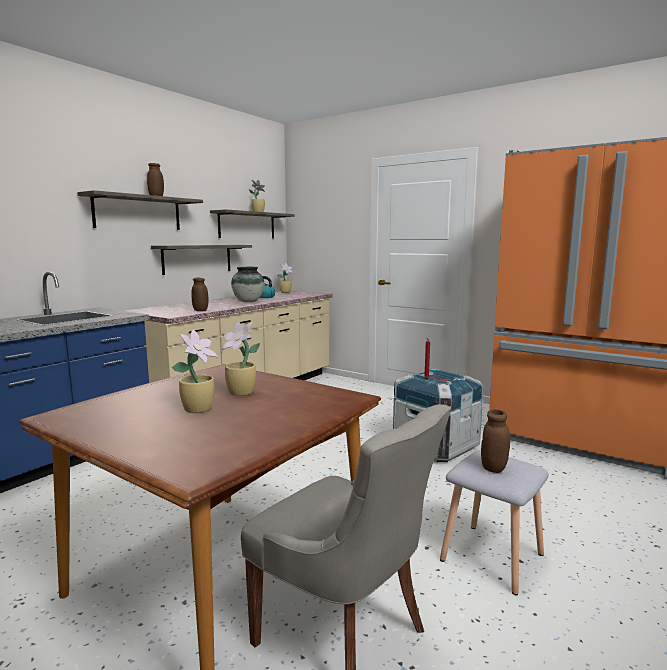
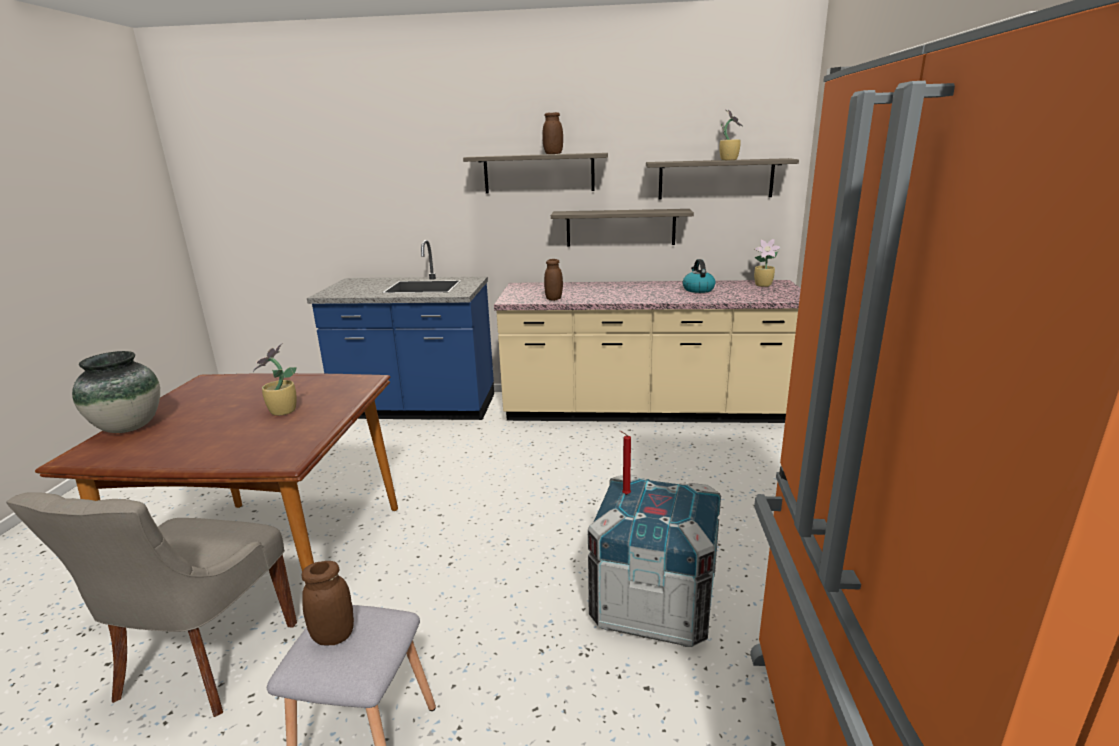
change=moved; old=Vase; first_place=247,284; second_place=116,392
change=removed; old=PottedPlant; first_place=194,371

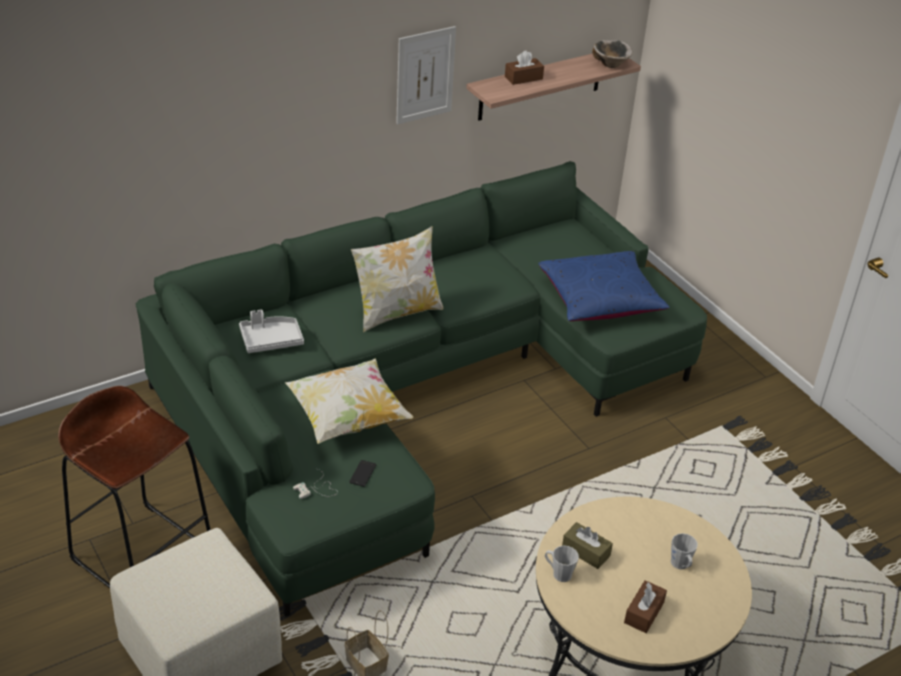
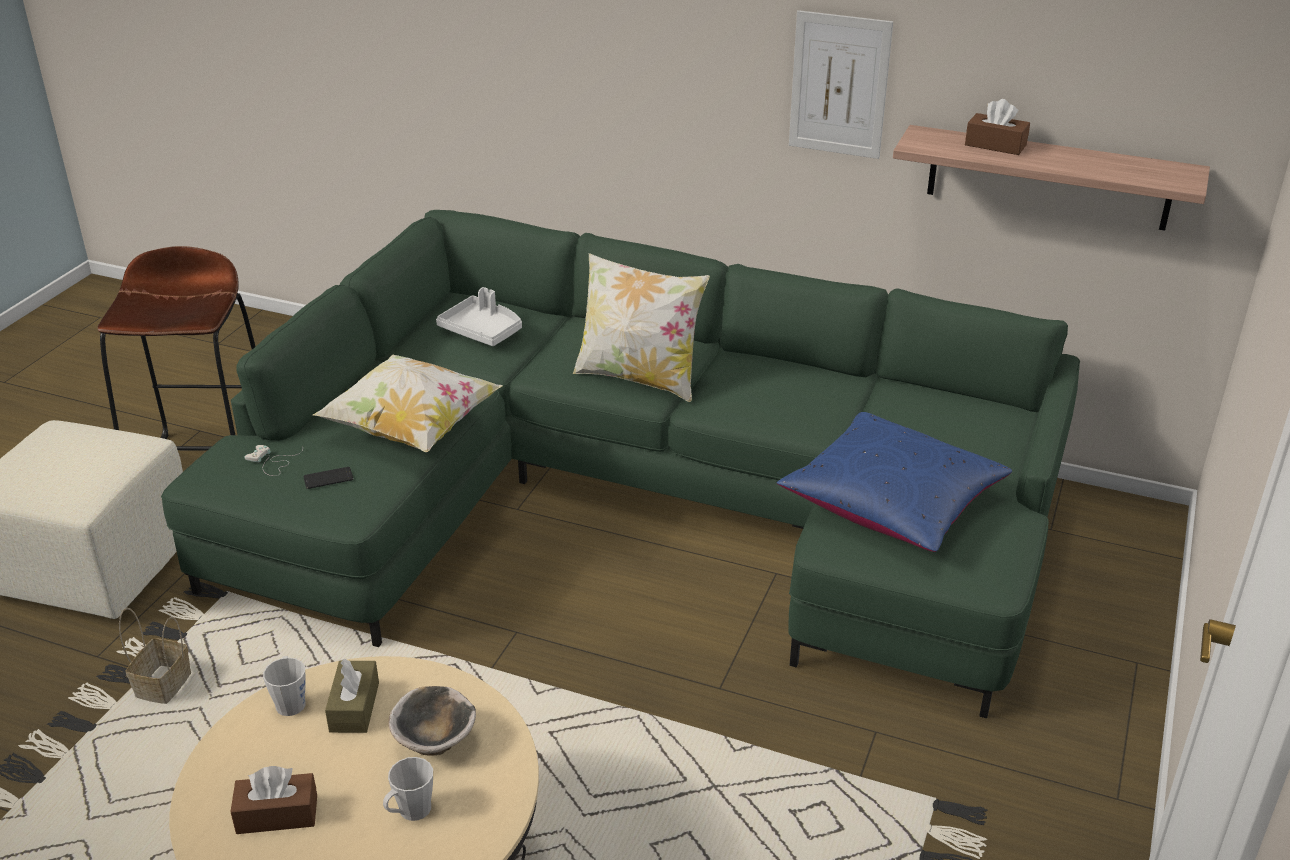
change=moved; old=DeepDish; first_place=612,54; second_place=432,721

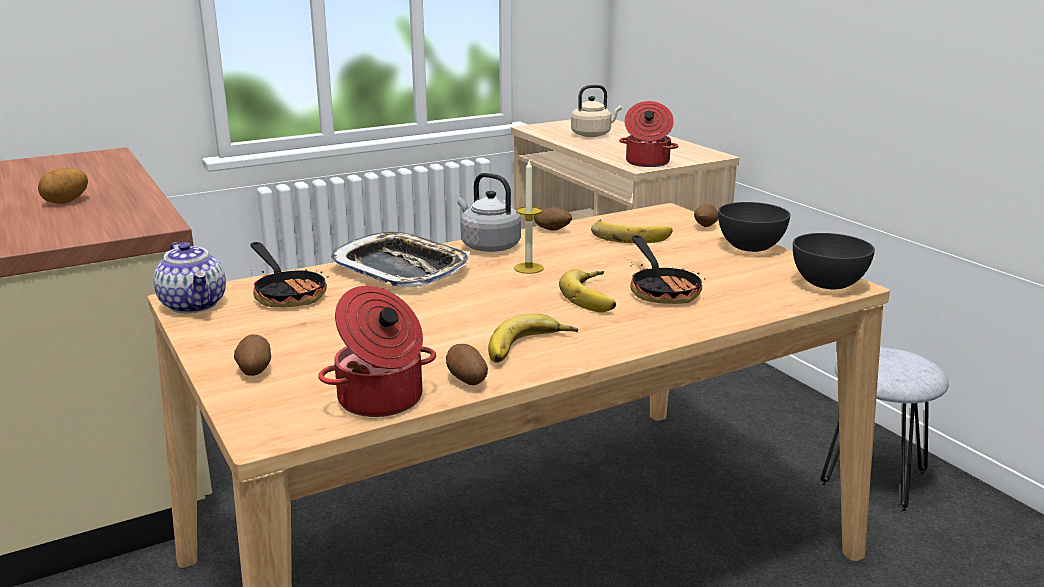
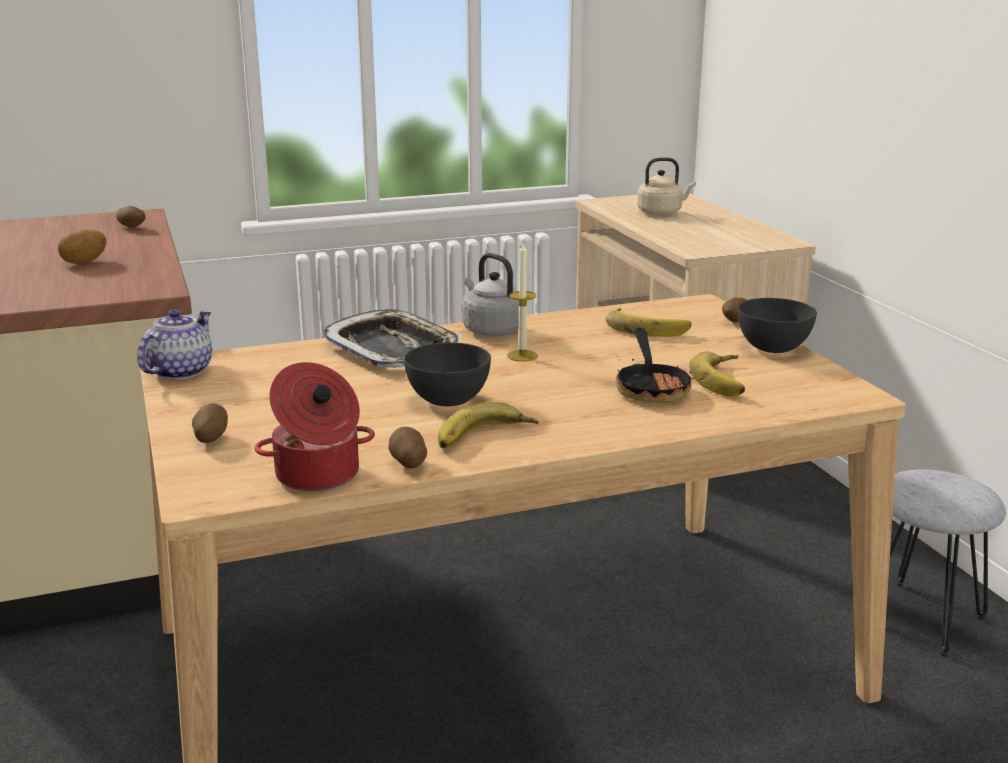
change=removed; old=Saucepot; first_place=649,134
change=moved; old=Spud; first_place=553,219; second_place=131,217
change=moved; old=GrayDeepDish; first_place=834,261; second_place=447,374
change=turned; old=Teapot; first_place=189,277; second_place=174,344; degrees=-135
change=removed; old=Pan; first_place=290,274
change=moved; old=Banana; first_place=587,291; second_place=717,374

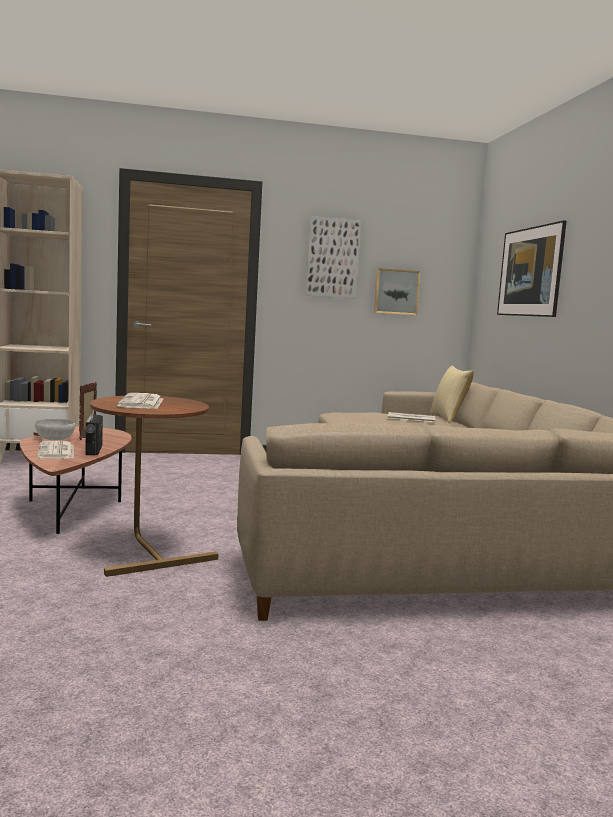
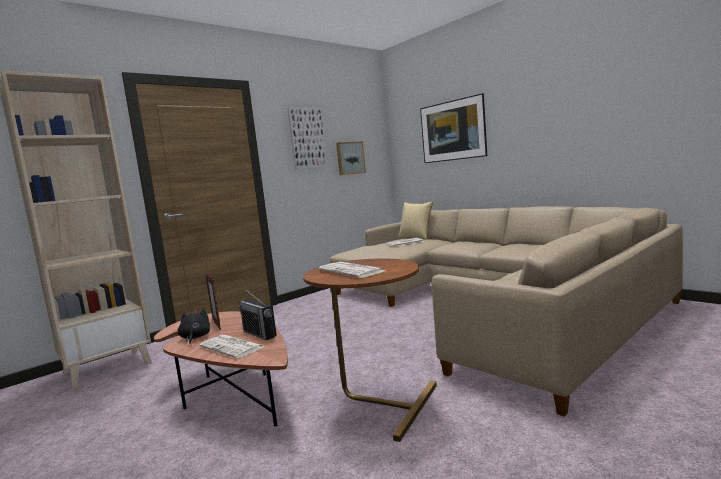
change=replaced; old=WhiteDeepDish; new=BlackSoftToy; first_place=55,429; second_place=193,326

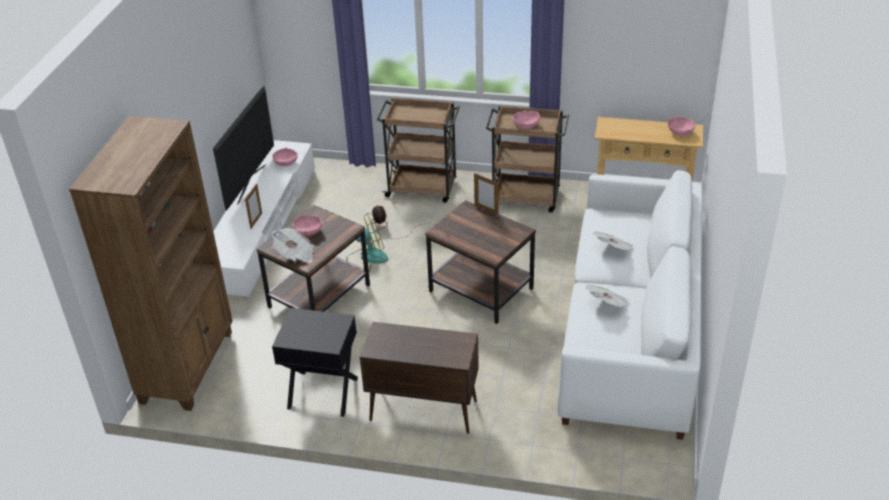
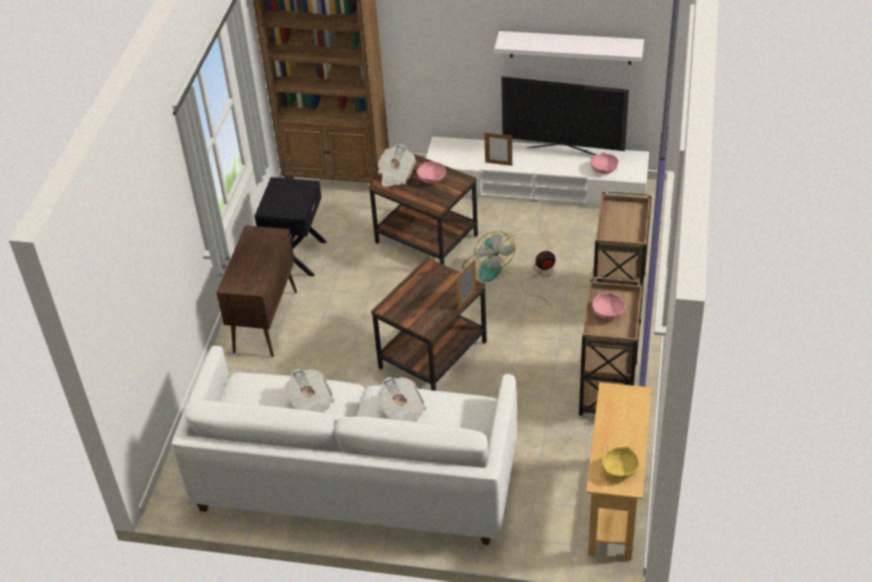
change=recoloured; old=PinkDeepDish; new=YellowColouredDeepDish; first_place=681,126; second_place=621,463
change=added; new=WhiteWallShelf; second_place=569,48

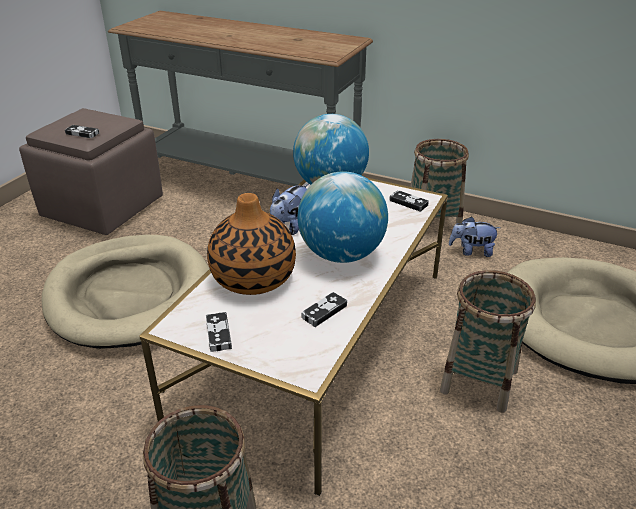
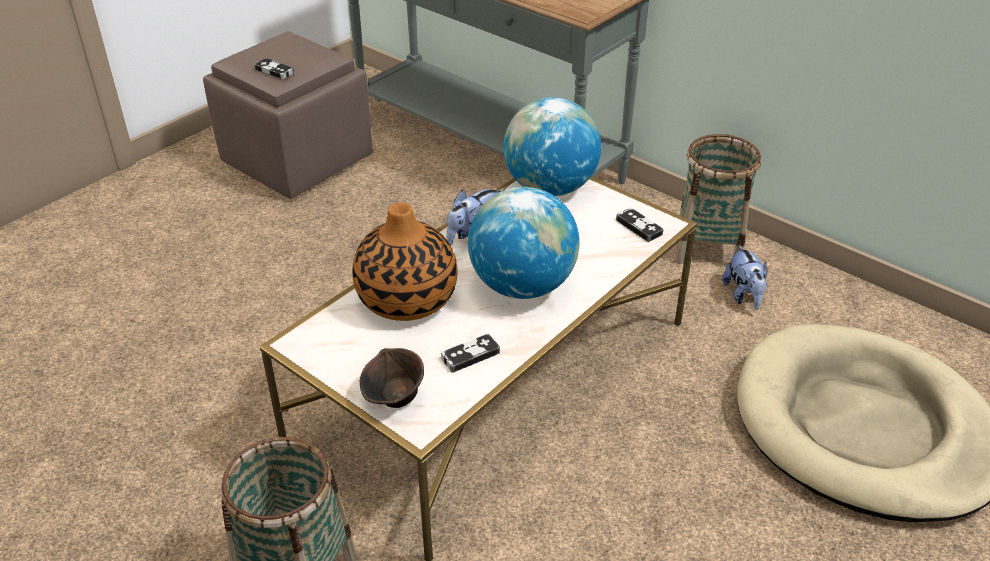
change=turned; old=SoftToy; first_place=474,236; second_place=744,277; degrees=-120
change=removed; old=BeigeColouredDogCushion; first_place=125,292
change=removed; old=HouseholdBasket; first_place=488,341
change=removed; old=GameController; first_place=219,332
change=added; new=BrownishDeepDish; second_place=392,378

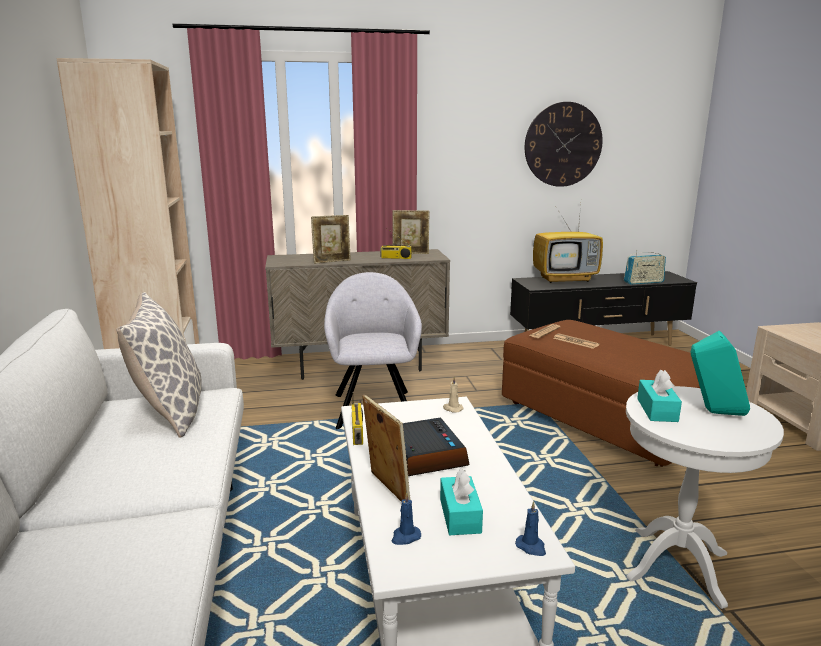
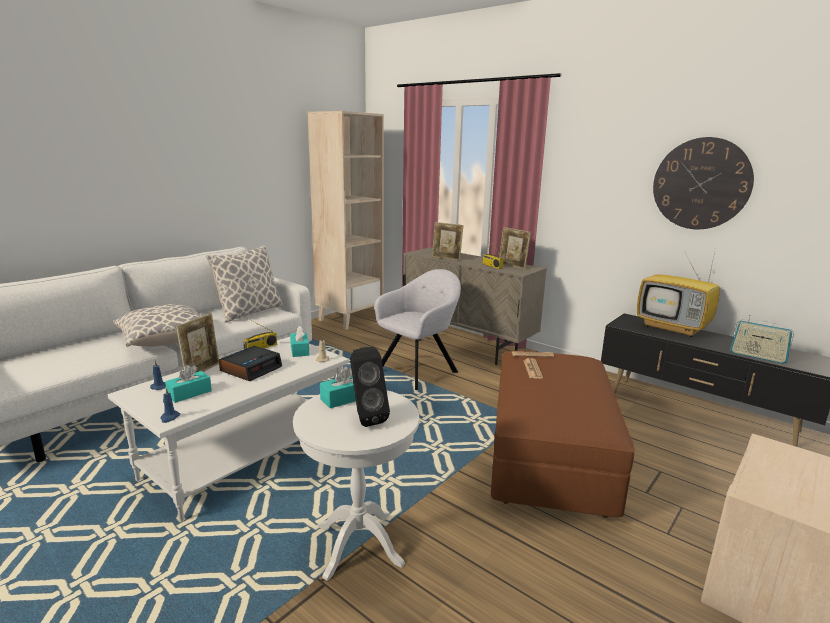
change=recoloured; old=BlueGreenAudioSpeaker; new=BlackAudioSpeaker; first_place=720,373; second_place=370,387
change=added; new=Cushion; second_place=157,325
change=added; new=BlueGreenTissueHolder; second_place=299,341

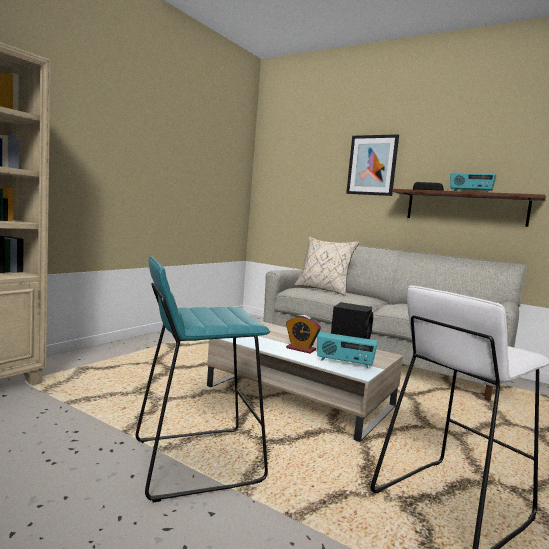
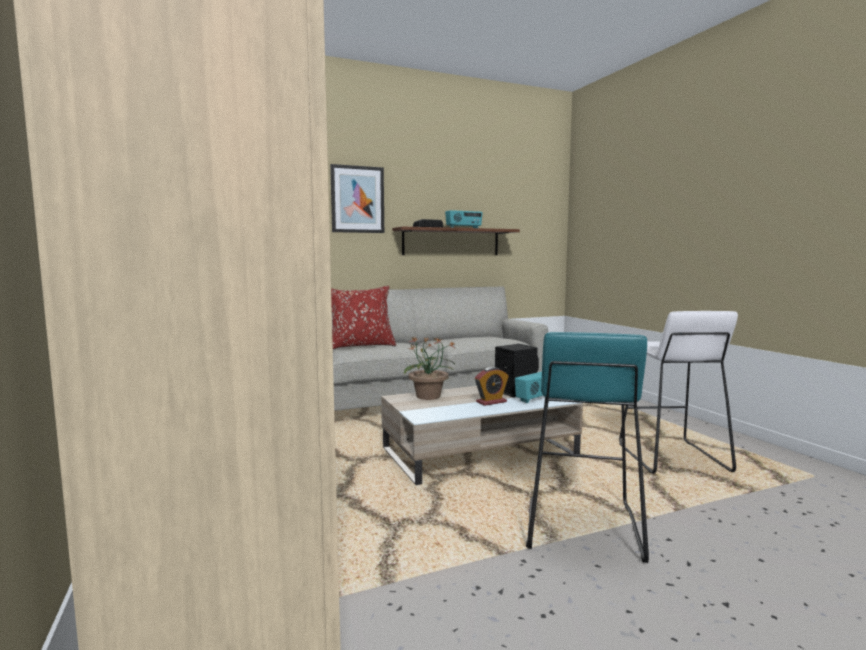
change=recoloured; old=BeigeColouredCushion; new=RedColouredCushion; first_place=326,266; second_place=363,317
change=added; new=PottedPlant; second_place=430,368

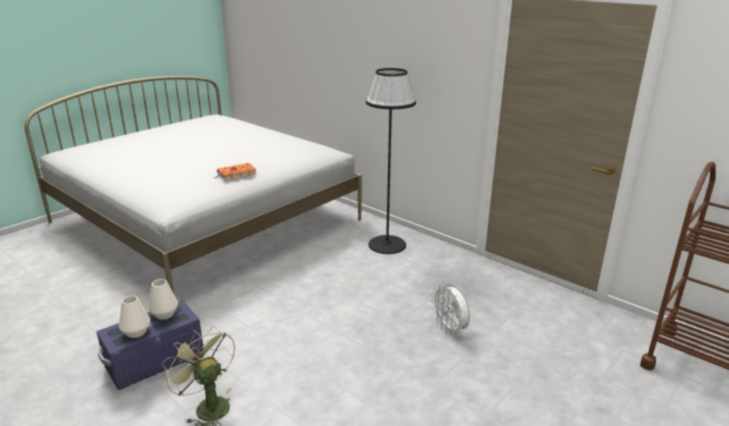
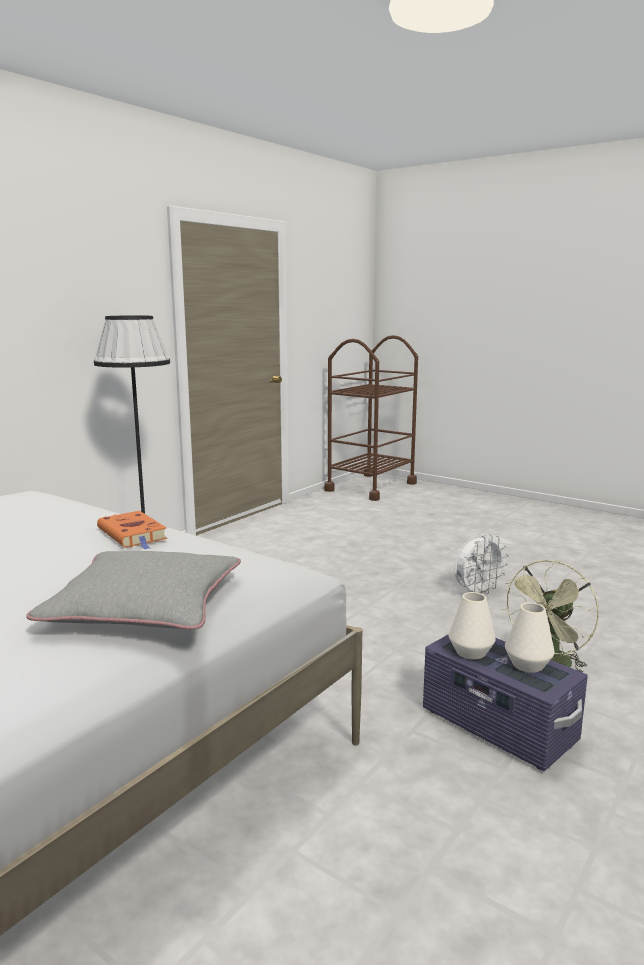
change=moved; old=WhiteFan; first_place=450,309; second_place=481,564
change=added; new=GrayCushion; second_place=133,590

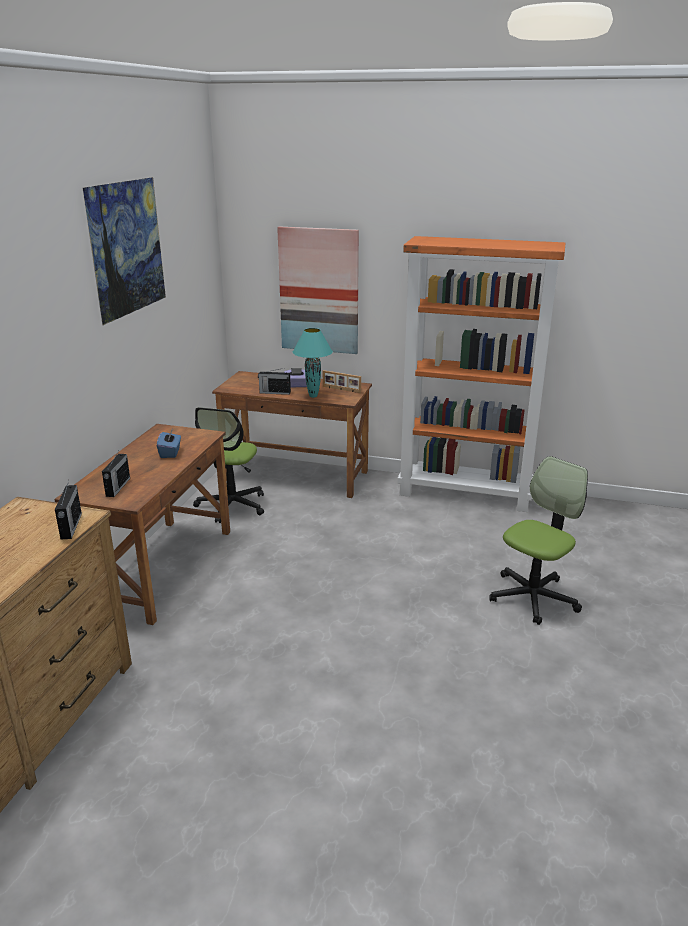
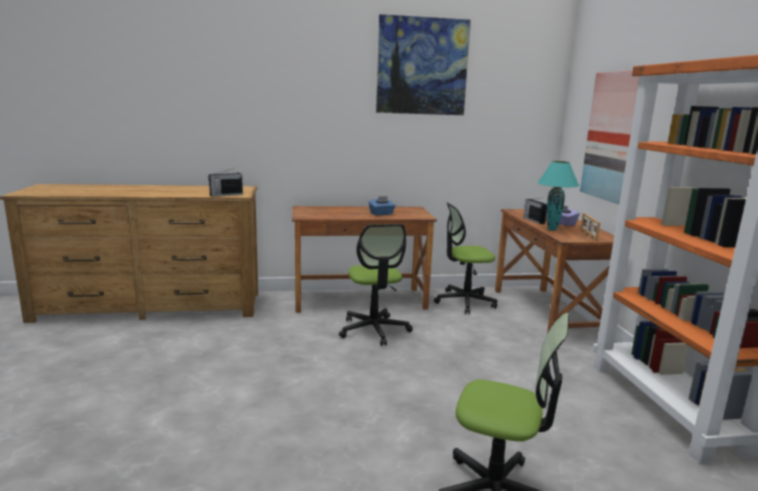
change=removed; old=RadioReceiver; first_place=116,473
change=added; new=DeskChair; second_place=376,285

